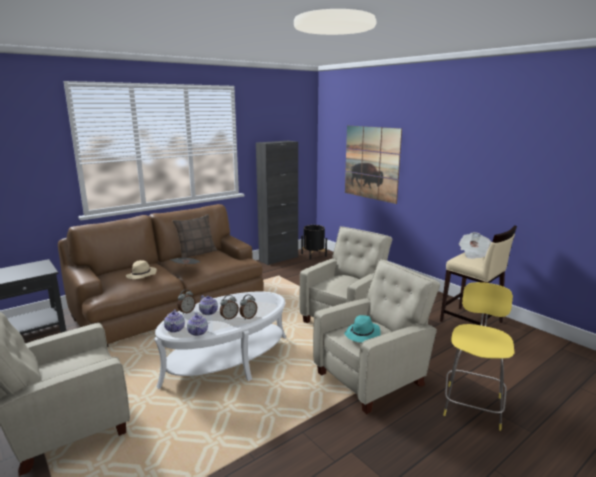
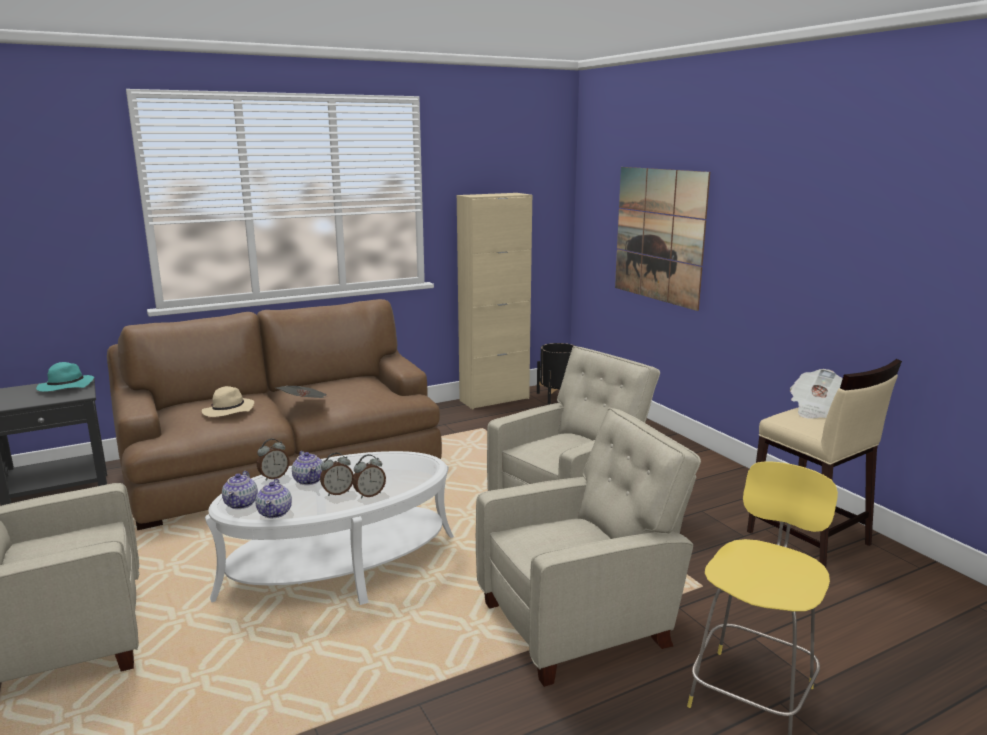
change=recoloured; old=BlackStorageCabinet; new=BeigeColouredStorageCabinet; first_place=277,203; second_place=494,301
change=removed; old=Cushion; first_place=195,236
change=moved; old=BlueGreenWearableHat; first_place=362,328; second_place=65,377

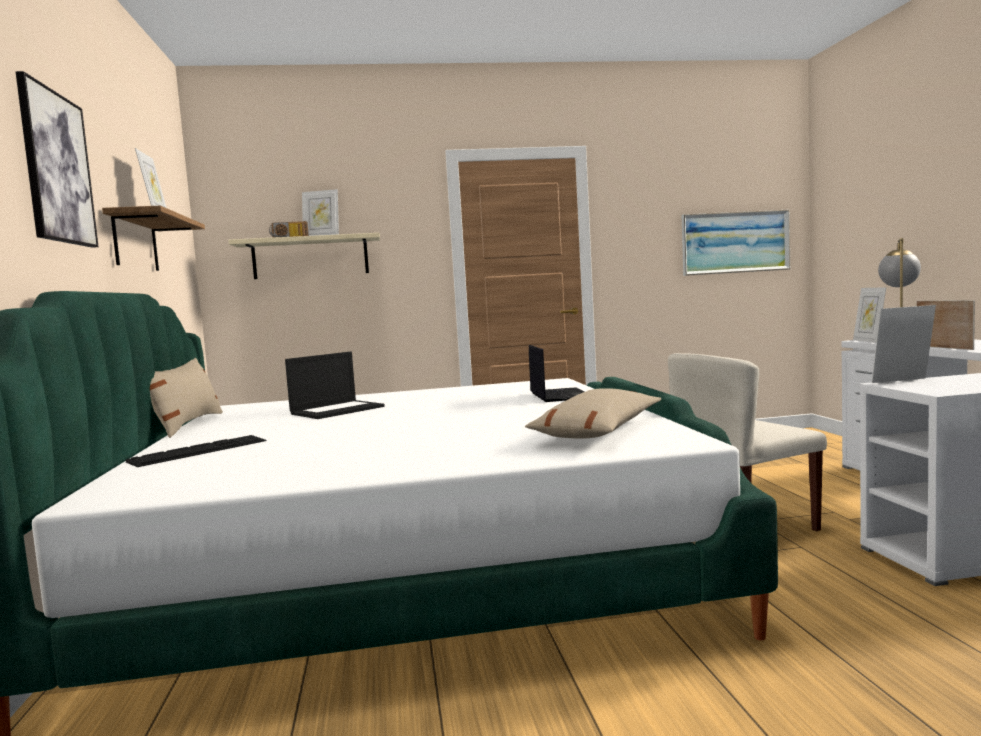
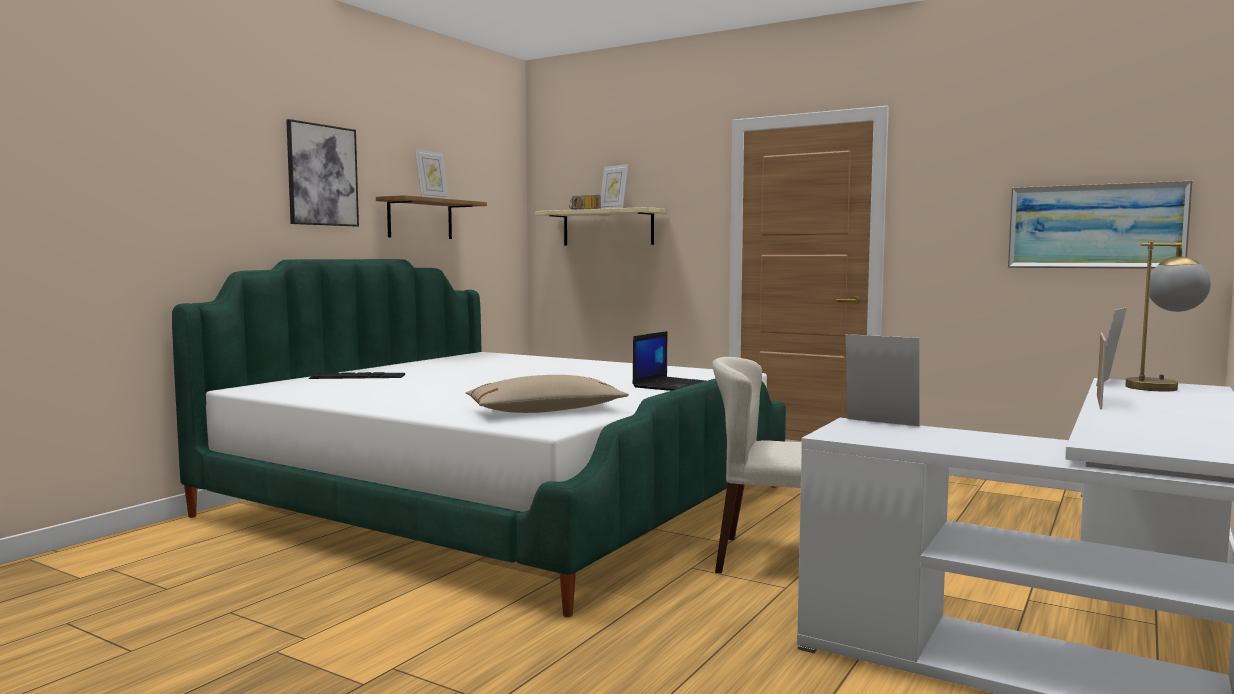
change=removed; old=Laptop; first_place=335,385
change=removed; old=BeigeColouredCushion; first_place=186,398

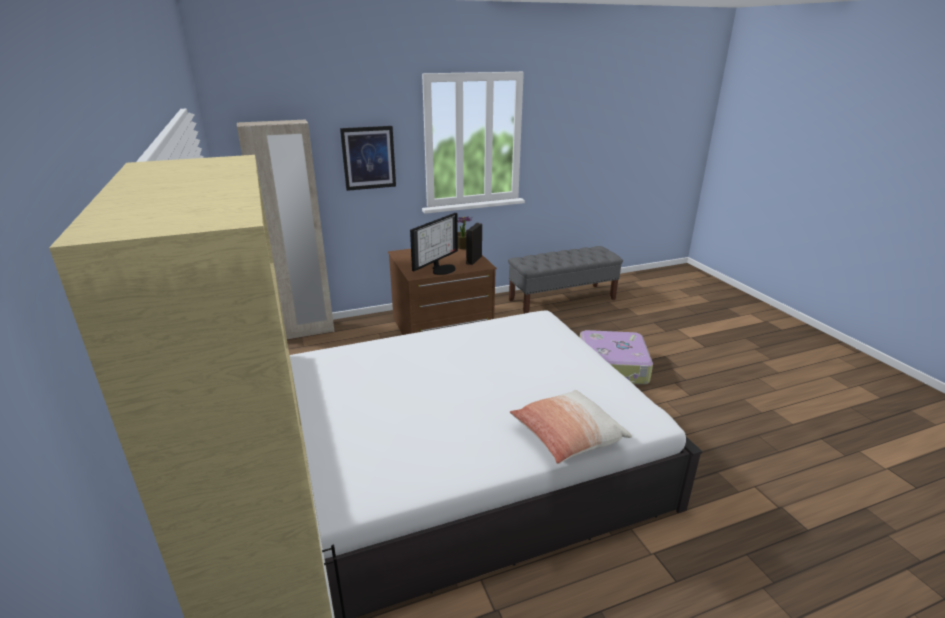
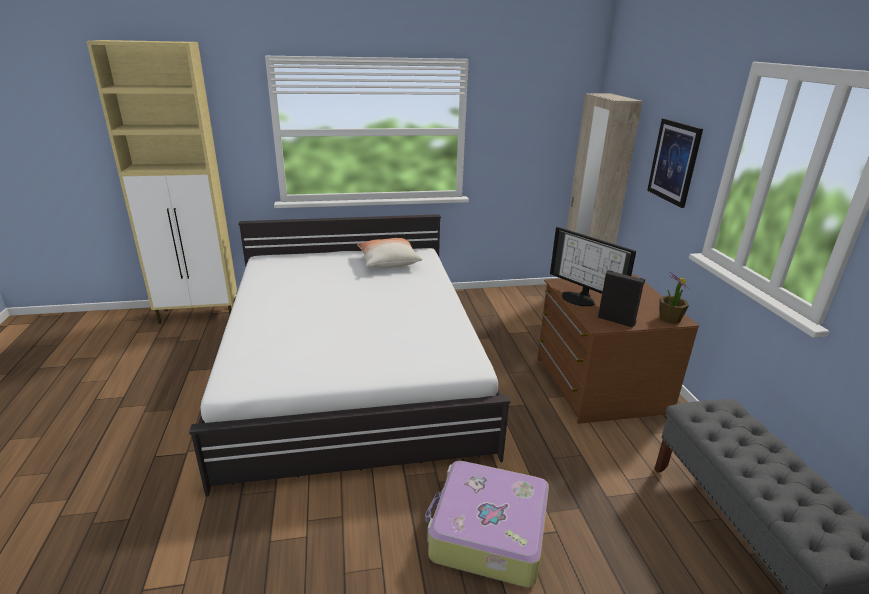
change=moved; old=Cushion; first_place=571,427; second_place=389,253

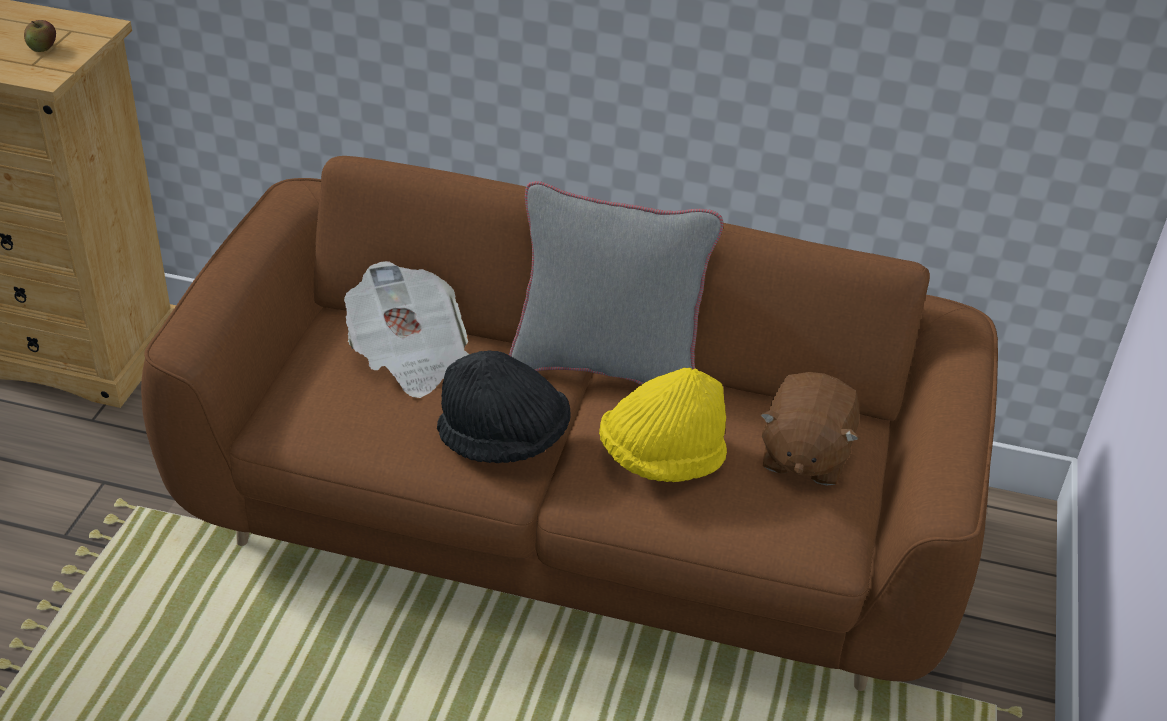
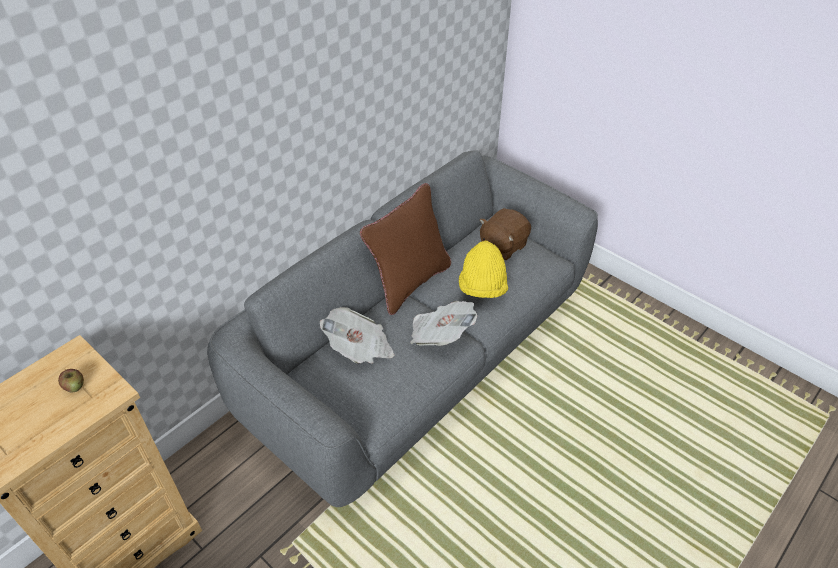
change=recoloured; old=BrownishSettee; new=GraySettee; first_place=569,423; second_place=402,328
change=recoloured; old=GrayCushion; new=BrownishCushion; first_place=616,283; second_place=405,249
change=replaced; old=BlackWearableHat; new=Newspaper; first_place=504,406; second_place=443,323
change=turned; old=BrownishSoftToy; first_place=810,429; second_place=505,234; degrees=90

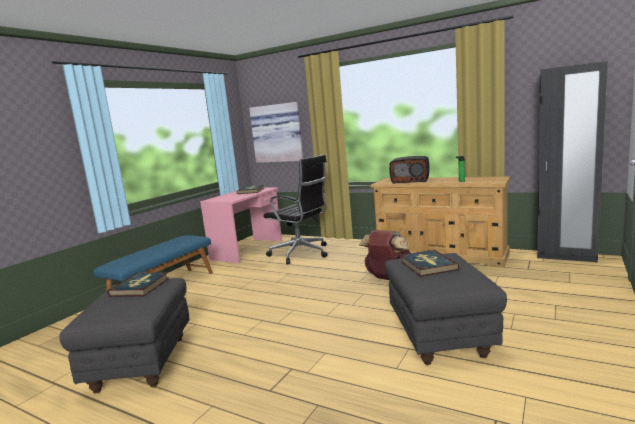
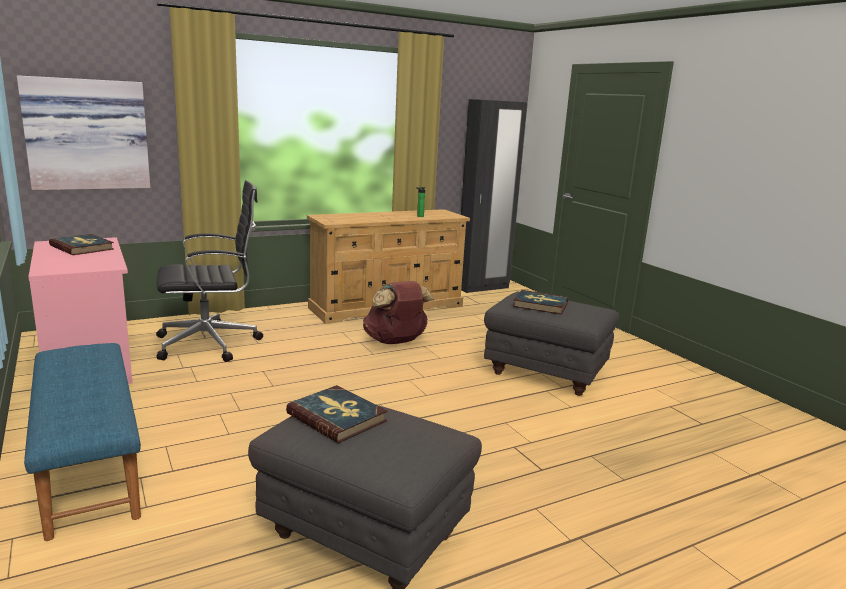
change=removed; old=RadioReceiver; first_place=409,170

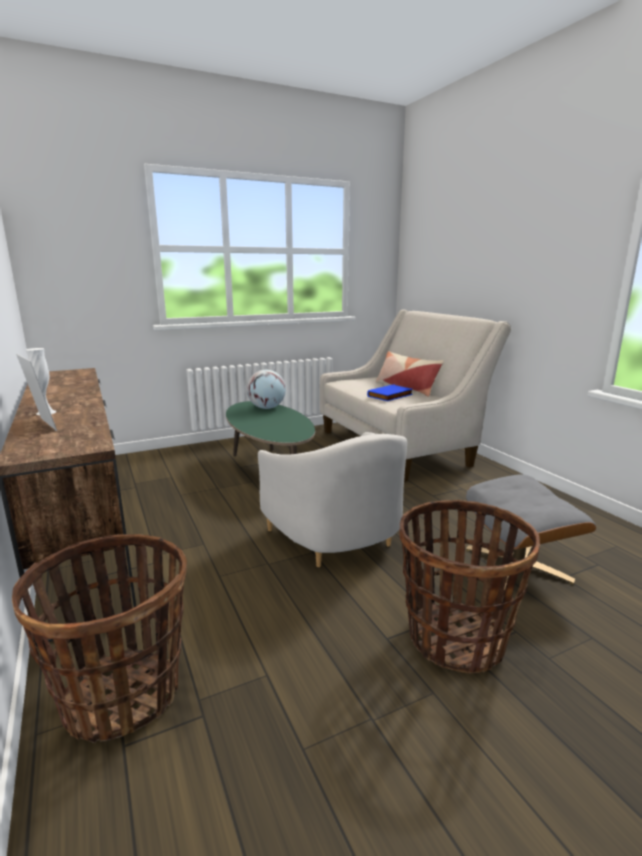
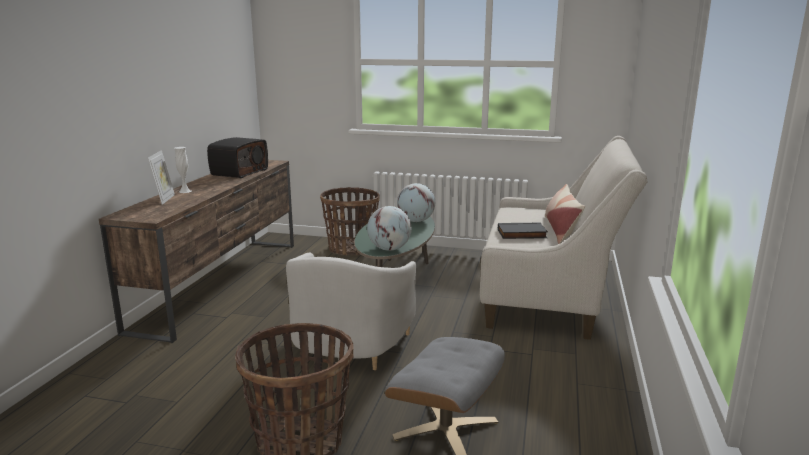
change=recoloured; old=BlueVolume; new=BlackVolume; first_place=390,392; second_place=523,231
change=moved; old=HouseholdBasket; first_place=99,638; second_place=350,221
change=added; new=RadioReceiver; second_place=237,157
change=added; new=WorldGlobe; second_place=389,228

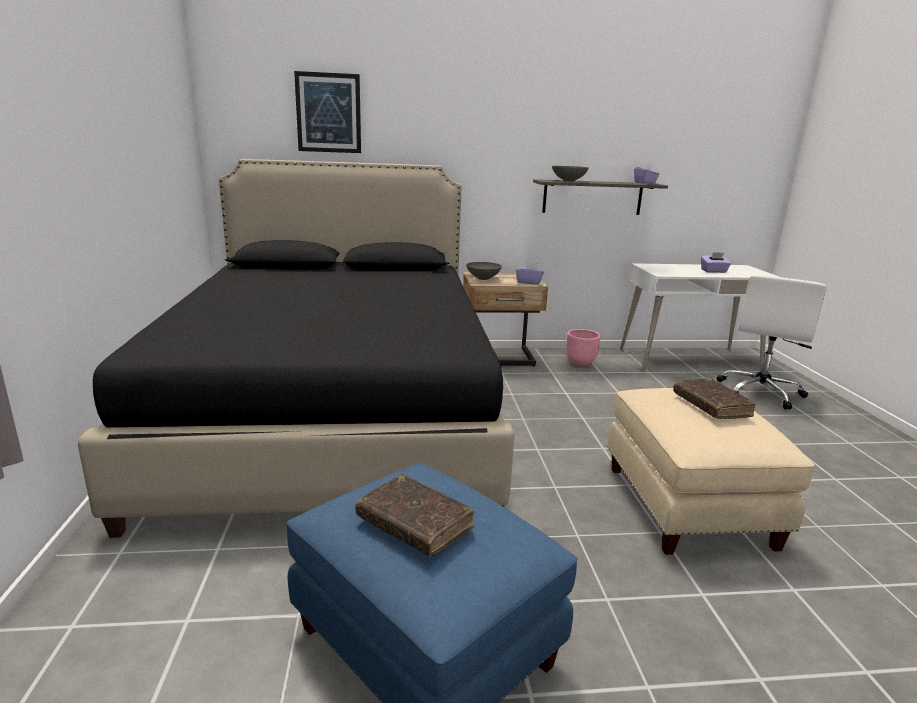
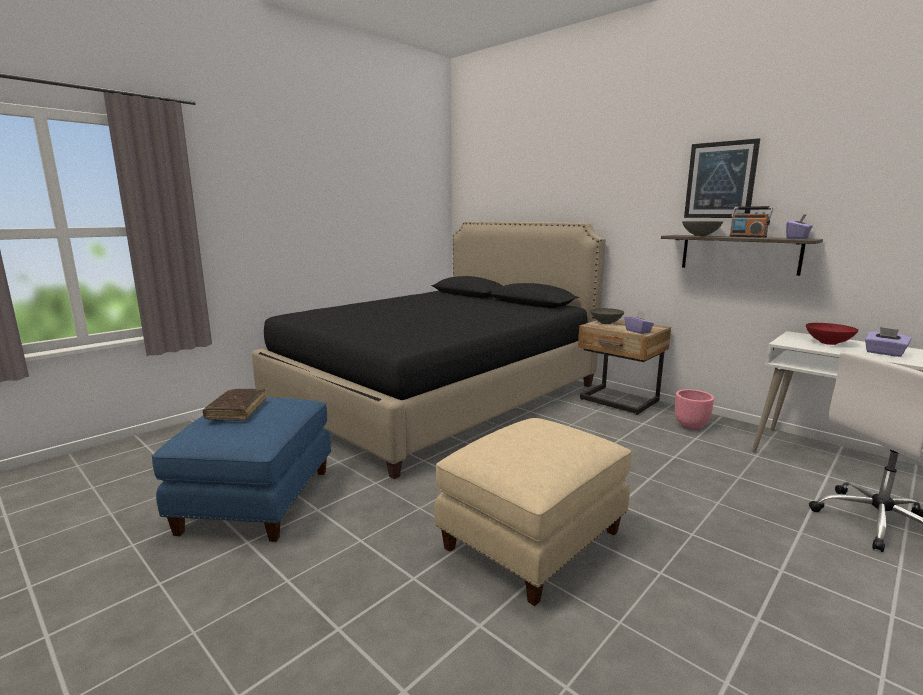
change=moved; old=WallPicture; first_place=327,112; second_place=722,178
change=removed; old=BrownishVolume; first_place=714,398
change=added; new=RadioReceiver; second_place=751,222
change=added; new=RedColouredDeepDish; second_place=832,334

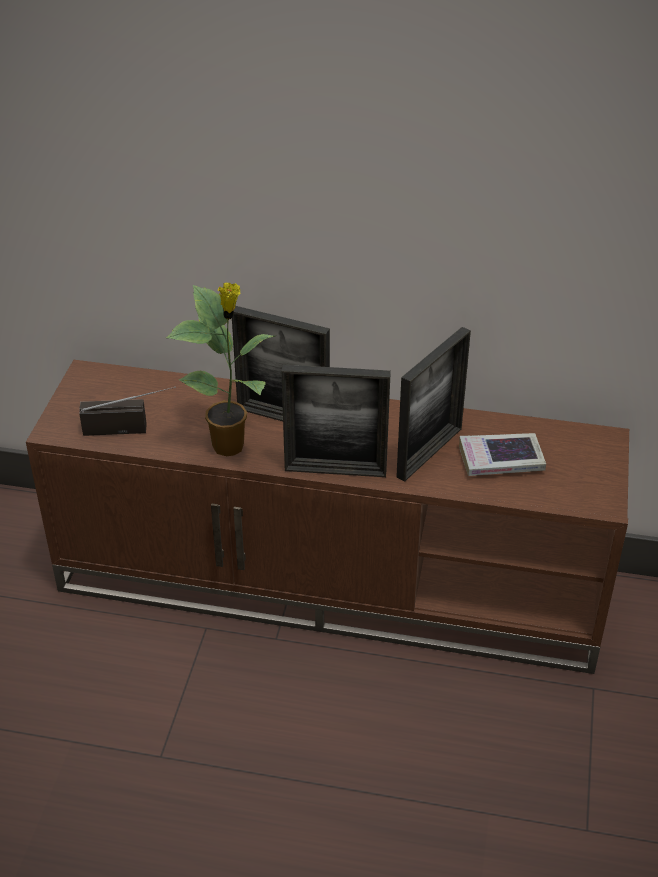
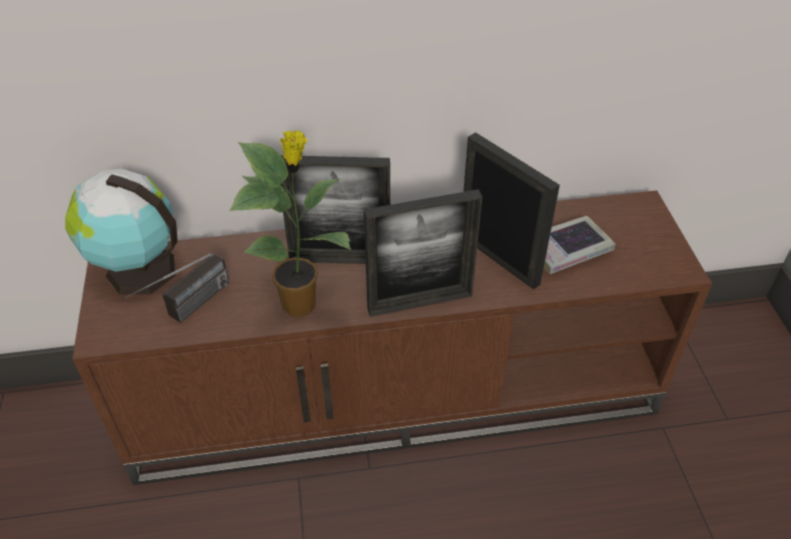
change=turned; old=StandingFrame; first_place=433,404; second_place=511,211; degrees=-60
change=turned; old=RadioReceiver; first_place=127,411; second_place=177,288; degrees=150
change=added; new=WorldGlobe; second_place=121,232

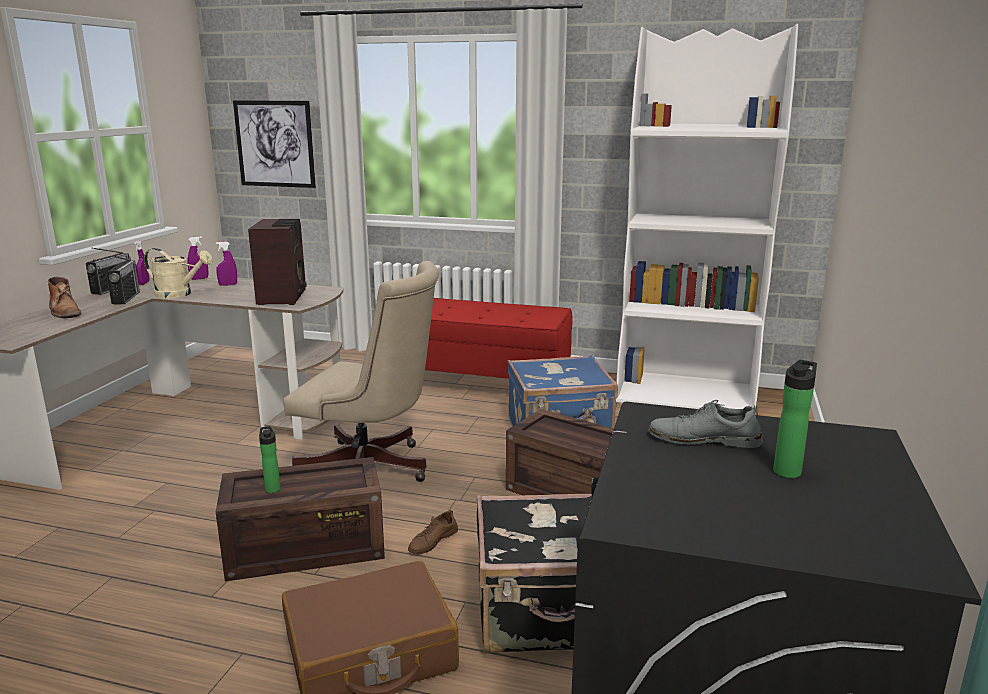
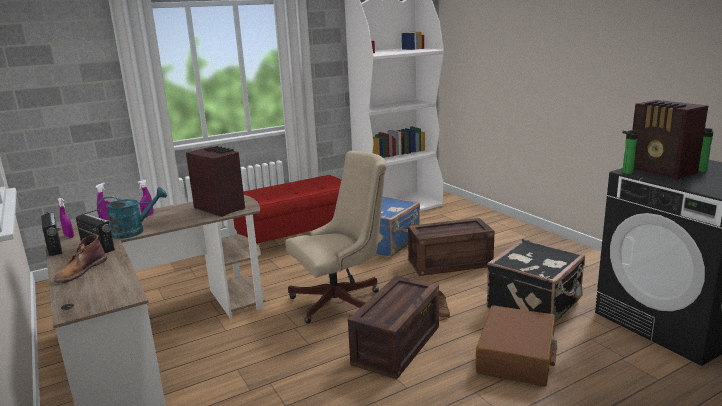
change=removed; old=WallPicture; first_place=274,144
change=recoloured; old=BeigeColouredWateringCan; new=BlueGreenWateringCan; first_place=178,273; second_place=132,213
change=turned; old=BrownishHighTopBoot; first_place=64,297; second_place=80,258; degrees=105
change=replaced; old=GrayItemOfFootwear; new=RadioReceiver; first_place=705,424; second_place=670,140
change=moved; old=DrinkBottle; first_place=270,459; second_place=630,152

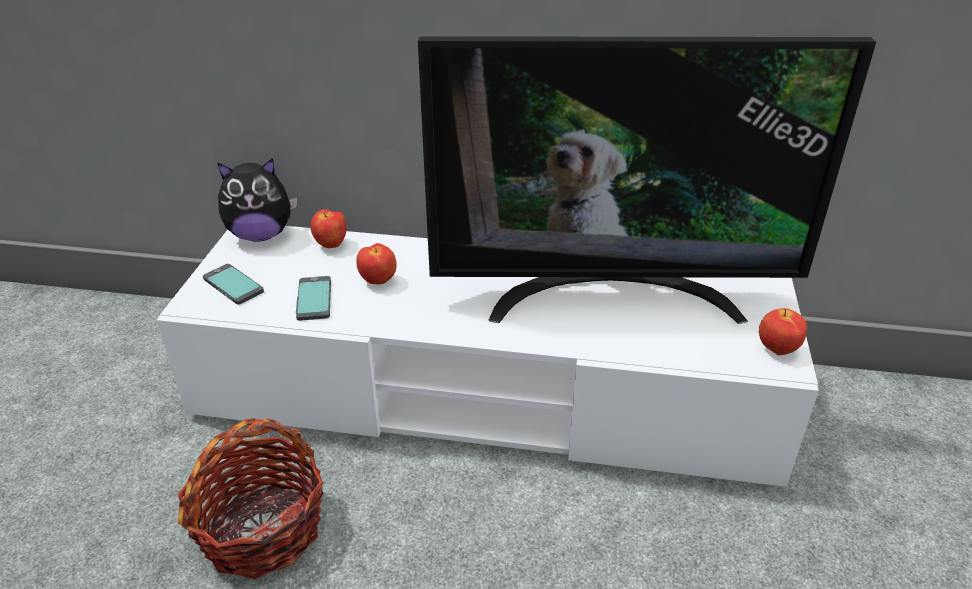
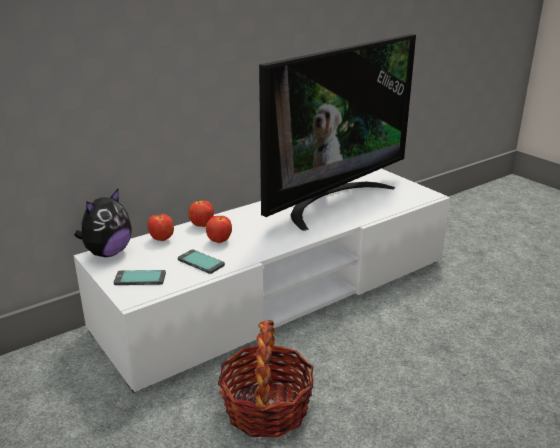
change=moved; old=AppleFruit; first_place=783,331; second_place=201,213

